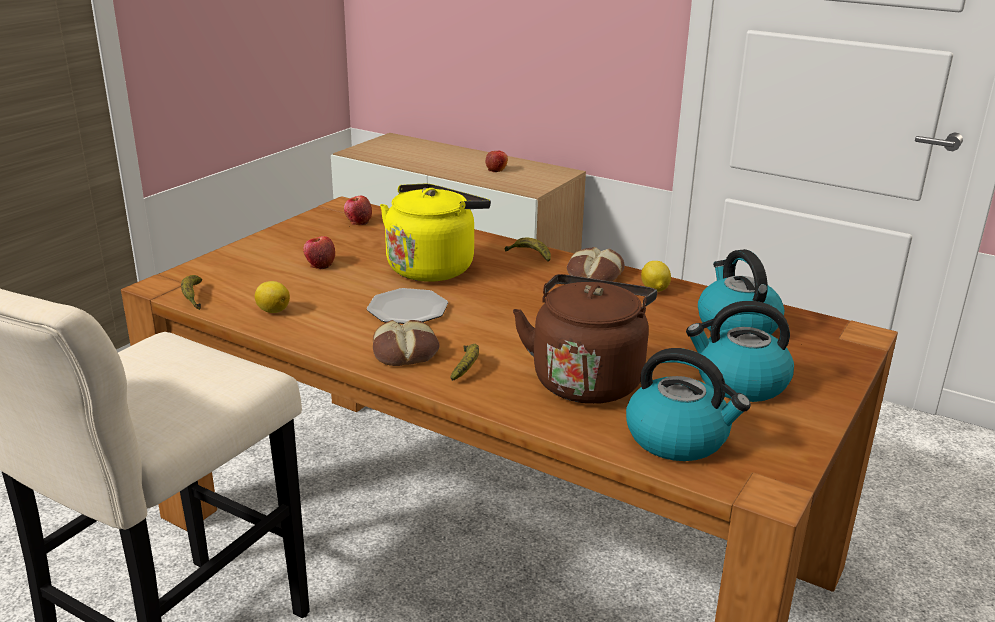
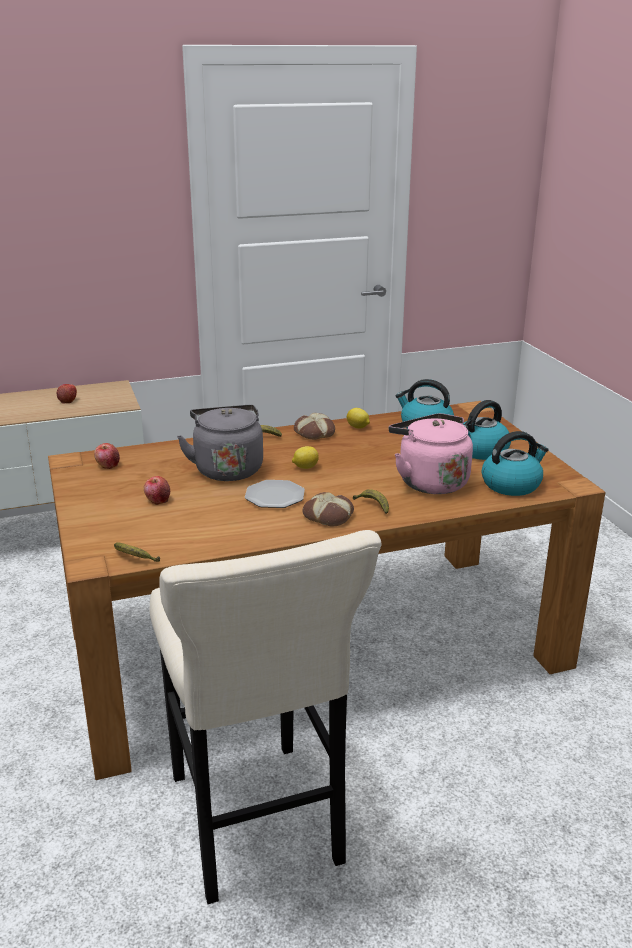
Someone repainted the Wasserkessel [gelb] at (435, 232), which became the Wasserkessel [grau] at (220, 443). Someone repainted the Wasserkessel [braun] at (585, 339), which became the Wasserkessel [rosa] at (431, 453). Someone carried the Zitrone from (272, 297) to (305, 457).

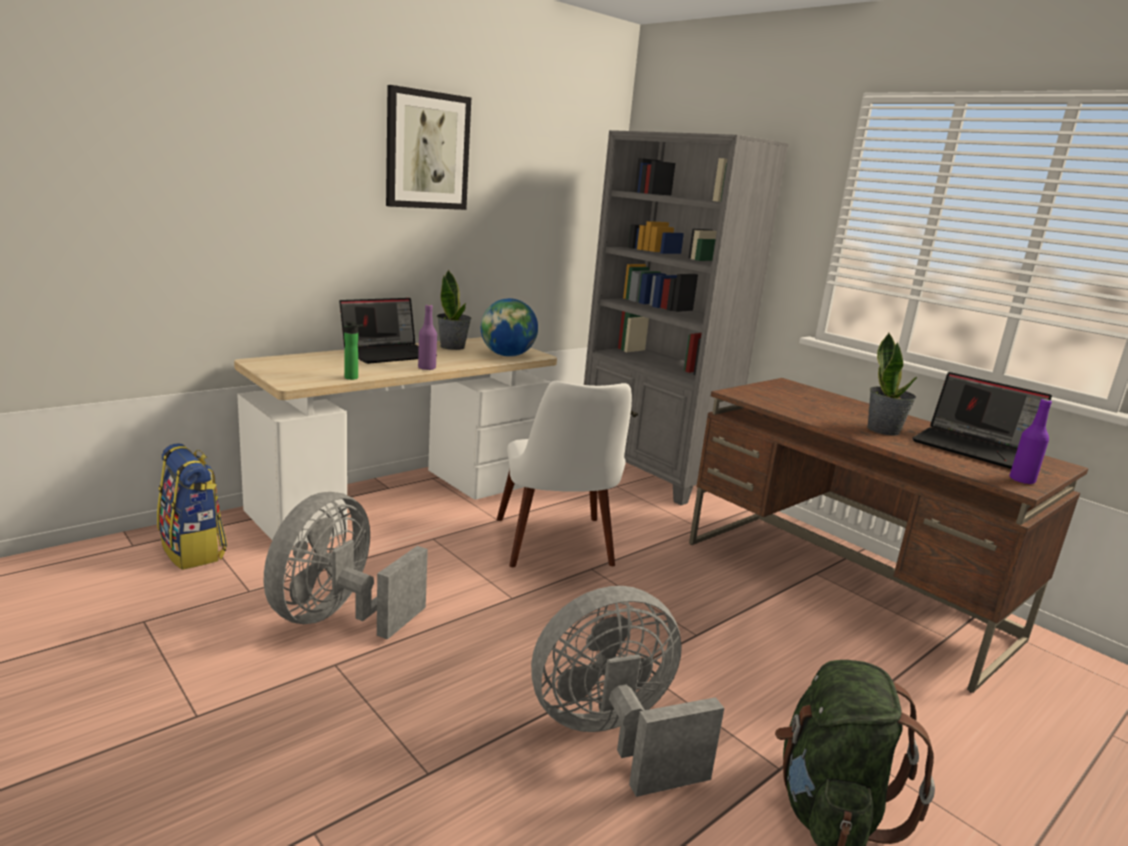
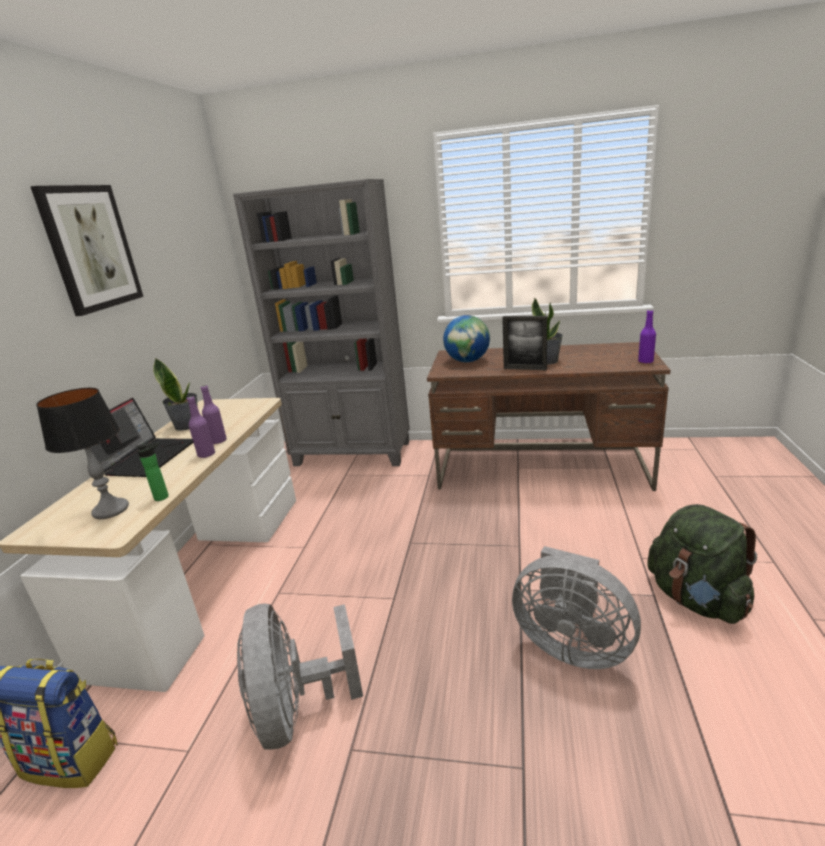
Someone carried the Globus from (509, 327) to (466, 338). Someone took away the Laptop at (982, 420). Someone took away the Stuhl [weiß] at (564, 474). Someone rotated the Ventilator [grau] at (627, 691) by 90 degrees counterclockwise. Someone put down the Bilderrahmen at (524, 343). Someone put down the Flasche [lila] at (214, 414). Someone put down the Tischlampe at (82, 453).

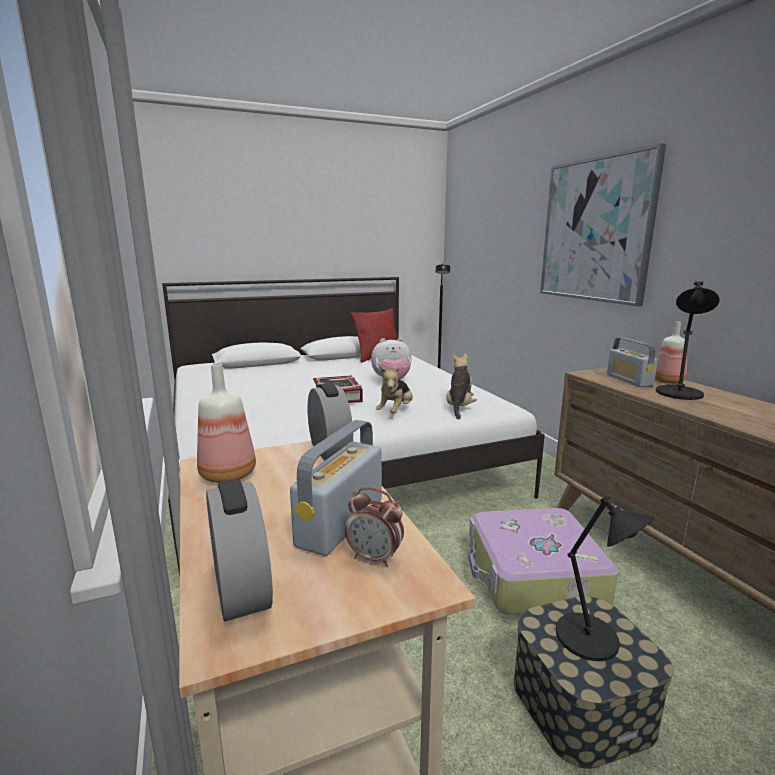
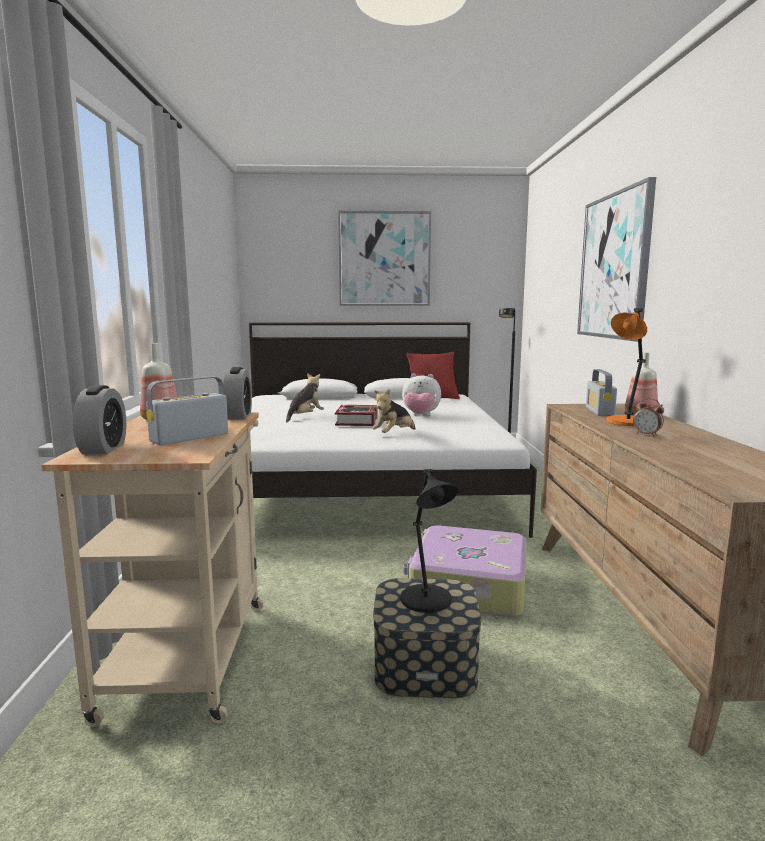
Someone repainted the Tischlampe [schwarz] at (688, 340), which became the Tischlampe [orange] at (626, 367). Someone carried the Plüschtier from (461, 387) to (305, 397). Someone carried the Wecker from (374, 527) to (648, 417). Someone put up the Bild at (384, 258).

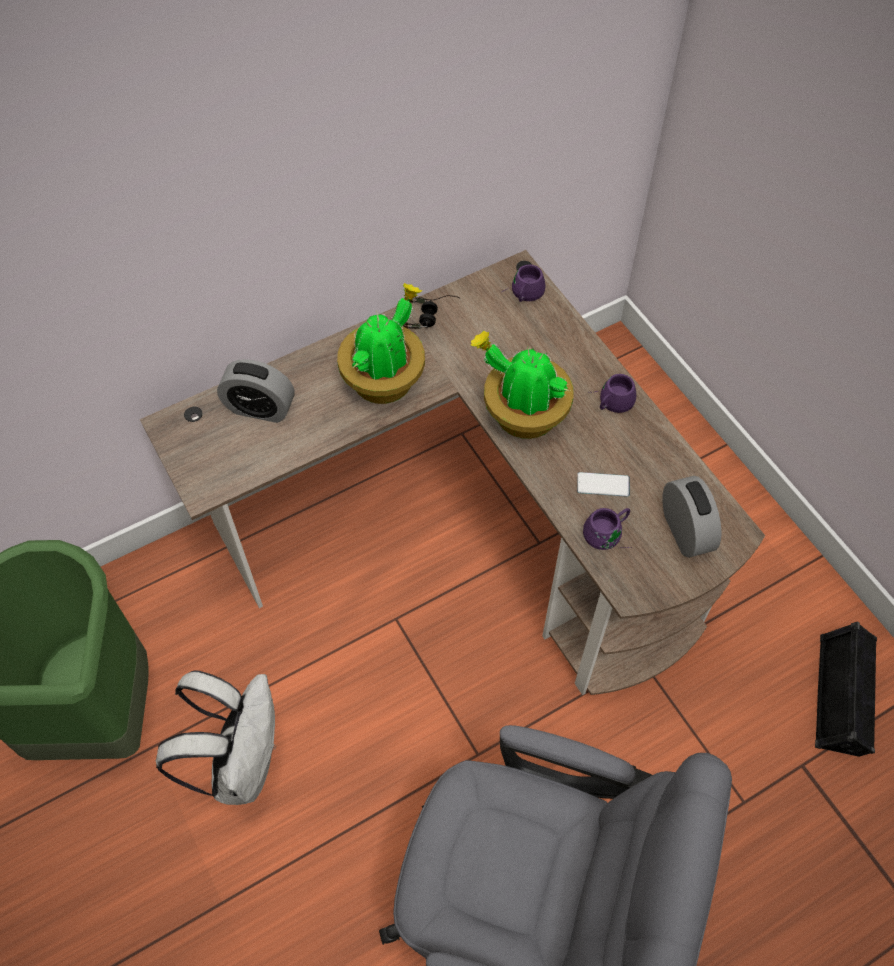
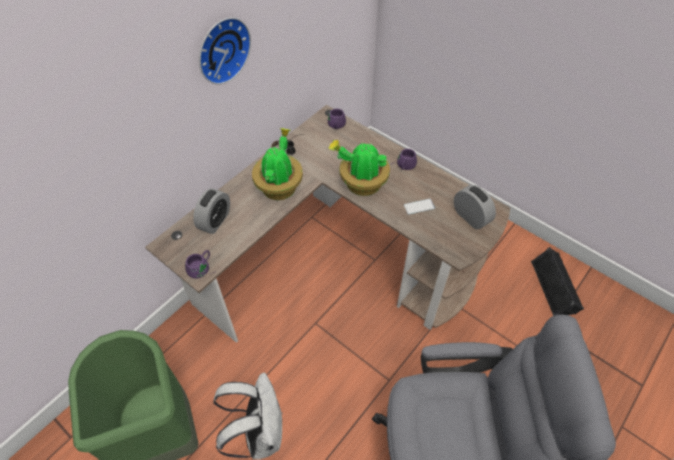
Someone rotated the Wecker at (255, 391) by 60 degrees counterclockwise. Someone carried the Henkelbecher [lila] from (607, 529) to (198, 264). Someone put up the Wanduhr at (225, 51).

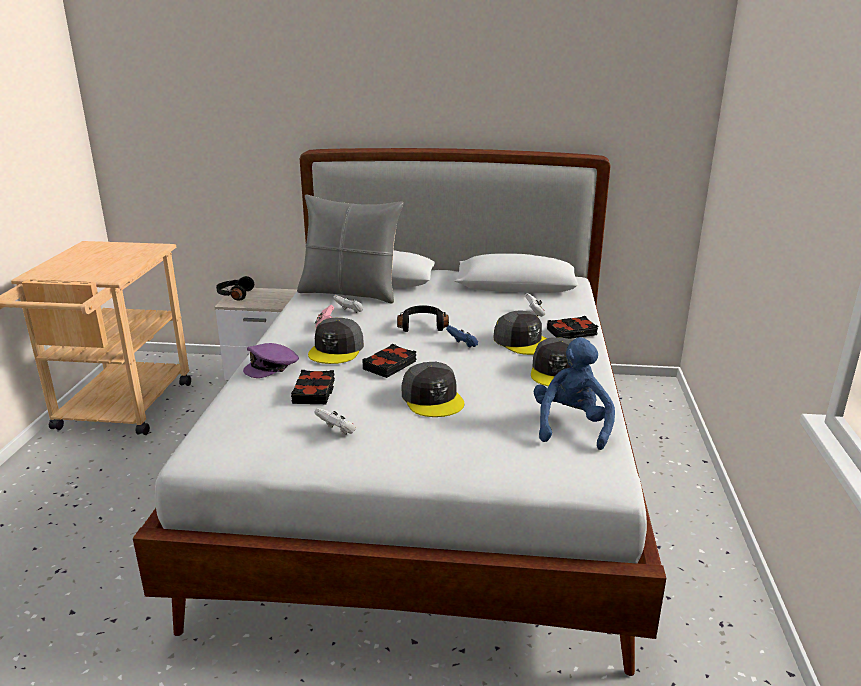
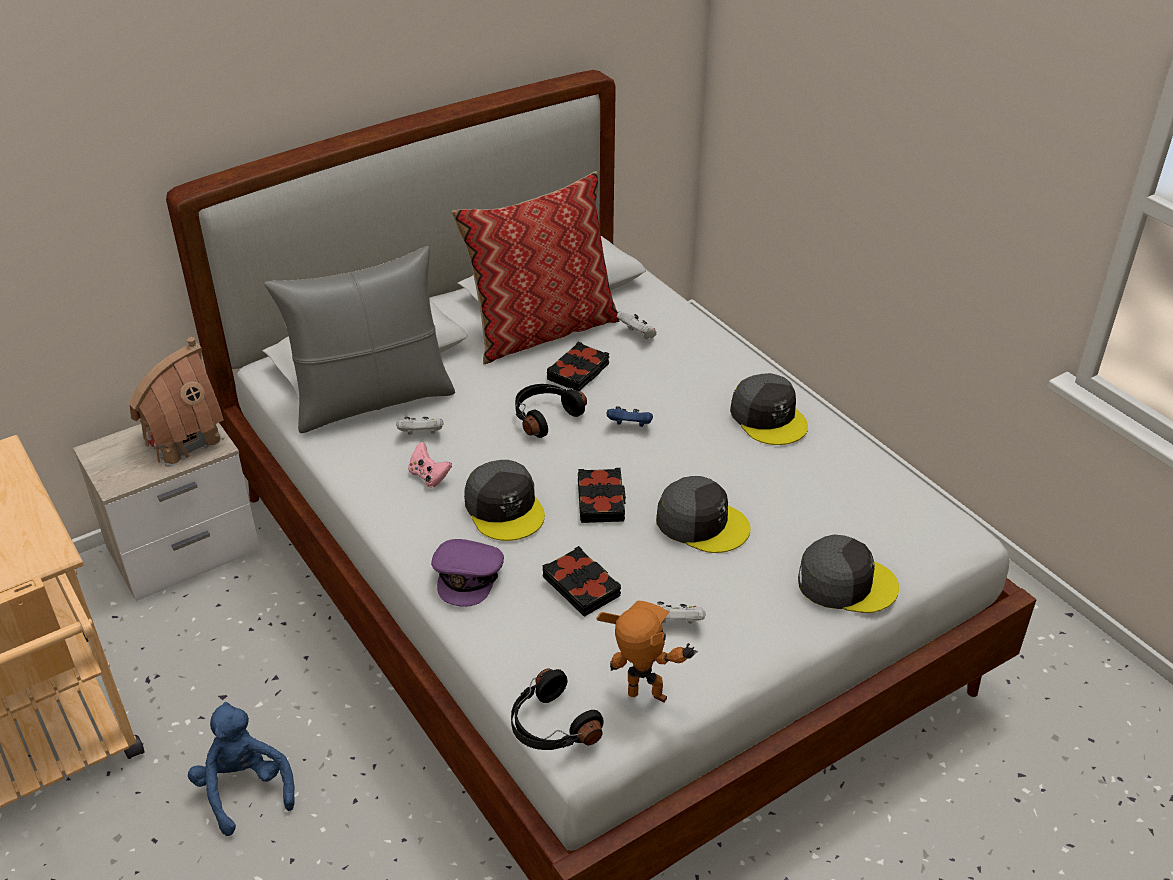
Someone carried the Kopfhörer [schwarz] from (235, 288) to (557, 709). Someone carried the Kappe [grau] from (520, 332) to (848, 574). Someone carried the Buch [schwarz] from (572, 327) to (578, 366). Someone carried the Plüschtier [blau] from (574, 393) to (241, 769). Someone put down the Kissen at (536, 267). Someone put down the Spielzeughaus at (176, 402). Someone put down the Spielzeugroboter at (647, 651).

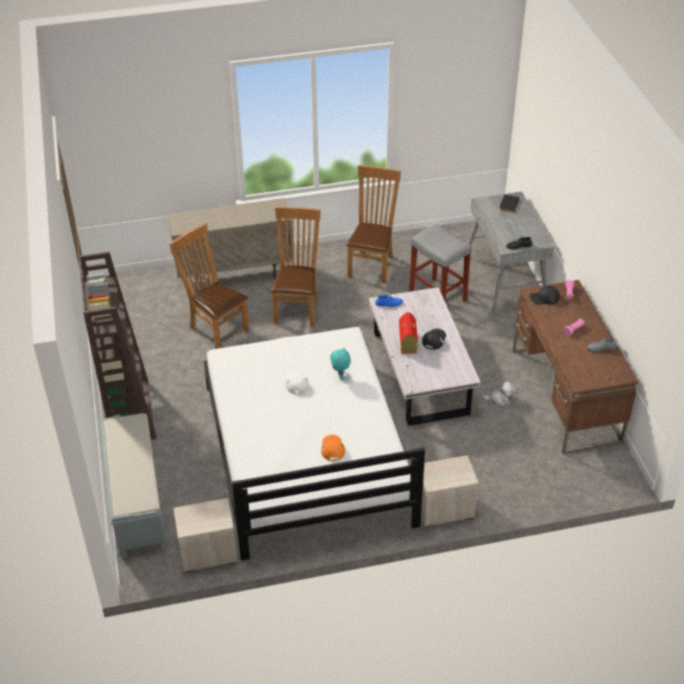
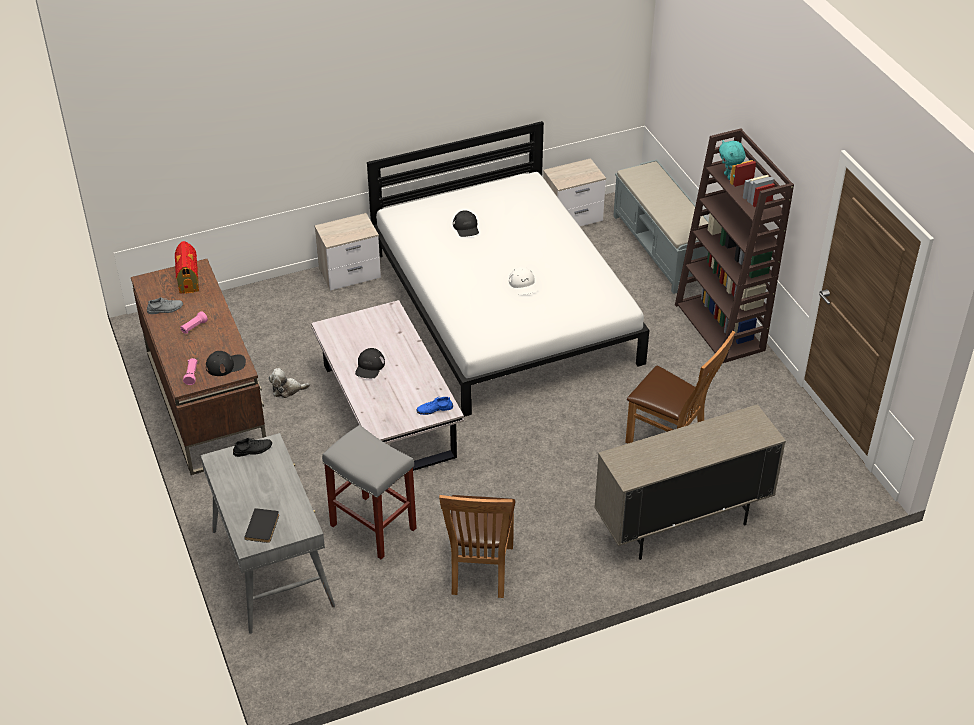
Someone took away the Stuhl [braun] at (296, 267). Someone carried the Spielzeughaus from (408, 333) to (187, 267). Someone carried the Plüschtier [türkis] from (341, 364) to (732, 160). Someone repainted the Kappe [orange] at (333, 448), which became the Kappe [schwarz] at (466, 223).

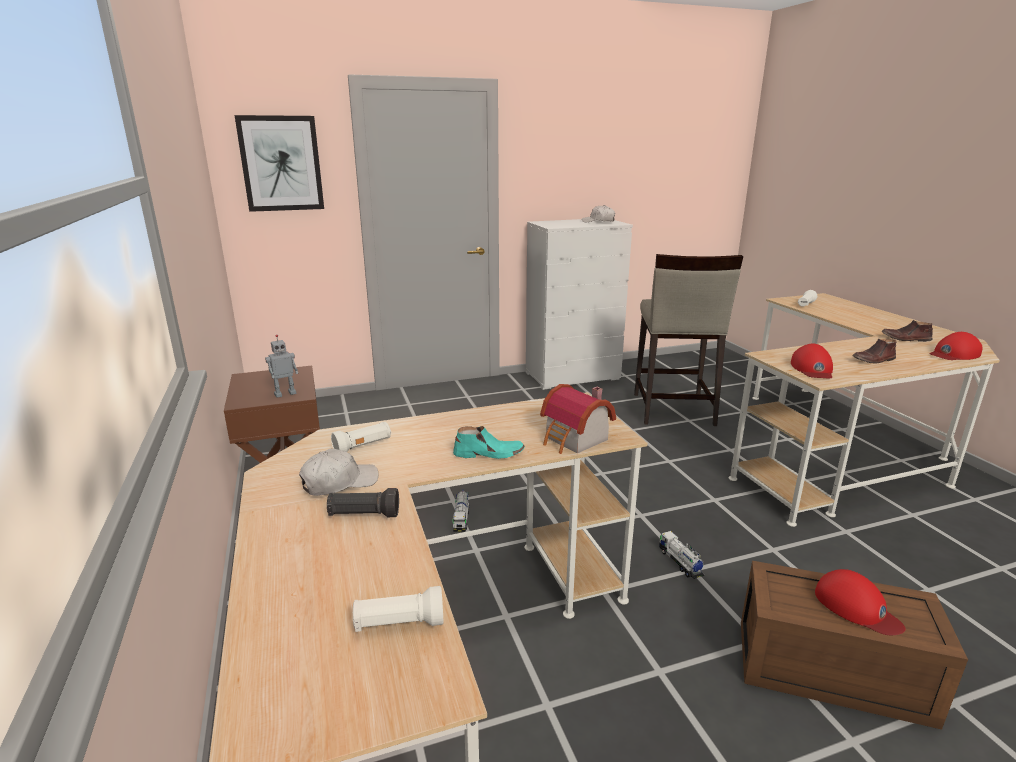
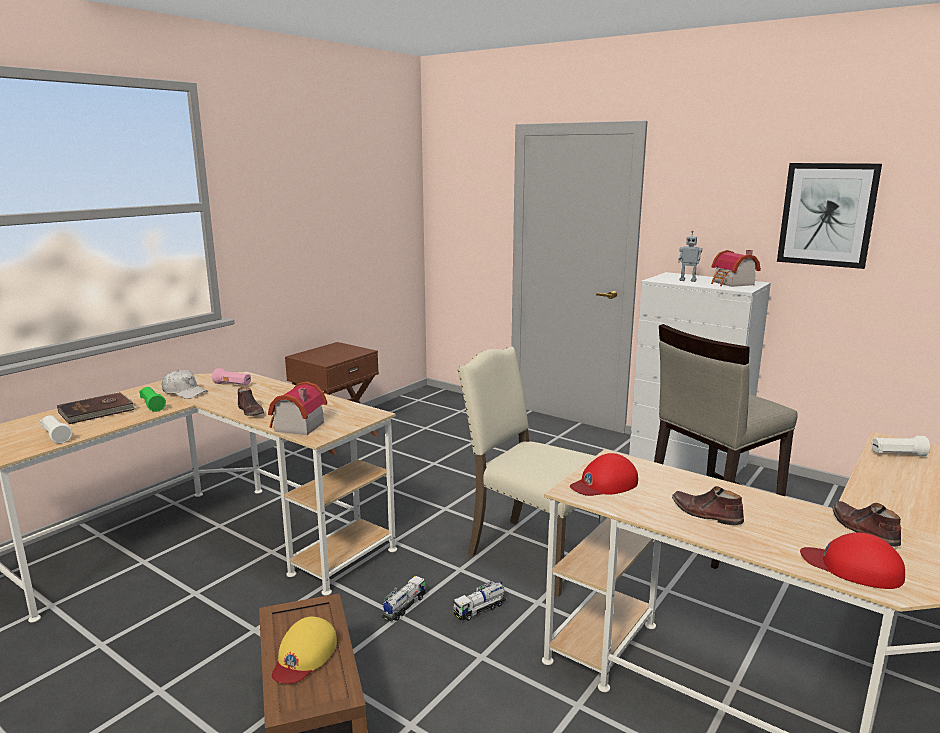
Someone carried the Bild from (279, 163) to (829, 216). Someone swapped the Kappe [weiß] at (598, 213) for the Spielzeughaus at (736, 268). Someone carried the Spielzeugroboter from (281, 366) to (690, 256). Someone repainted the Taschenlampe [weiß] at (361, 437), which became the Taschenlampe [rosa] at (231, 376). Someone repainted the Schuh [türkis] at (489, 442), which became the Schuh [braun] at (251, 401). Someone repainted the Taschenlampe [schwarz] at (363, 502), which became the Taschenlampe [grün] at (152, 399). Someone carried the Spielzeuglaster from (460, 511) to (479, 601). Someone repainted the Kappe [rot] at (860, 602), which became the Kappe [gelb] at (304, 650). Someone put down the Stuhl [beige] at (528, 472). Someone put down the Buch [braun] at (96, 408).

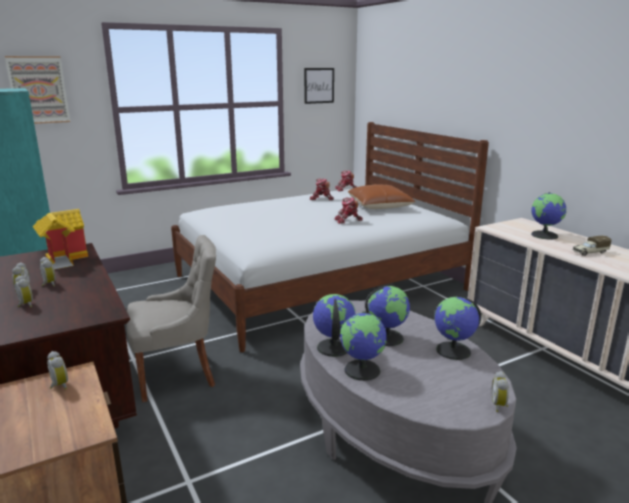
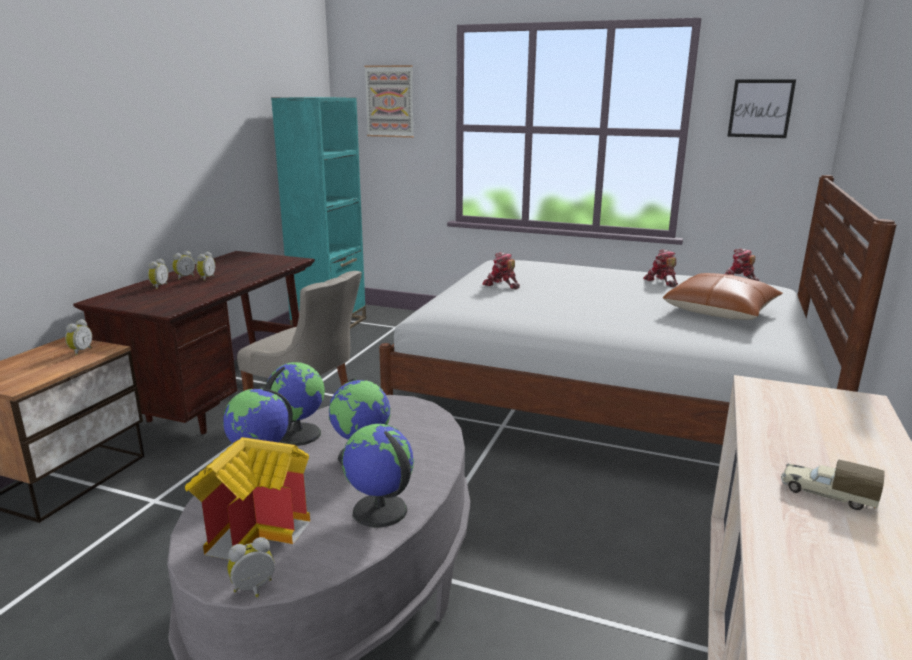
Someone took away the Globus at (549, 215). Someone carried the Spielzeugroboter from (348, 210) to (501, 270). Someone carried the Spielzeughaus from (60, 239) to (247, 498).

